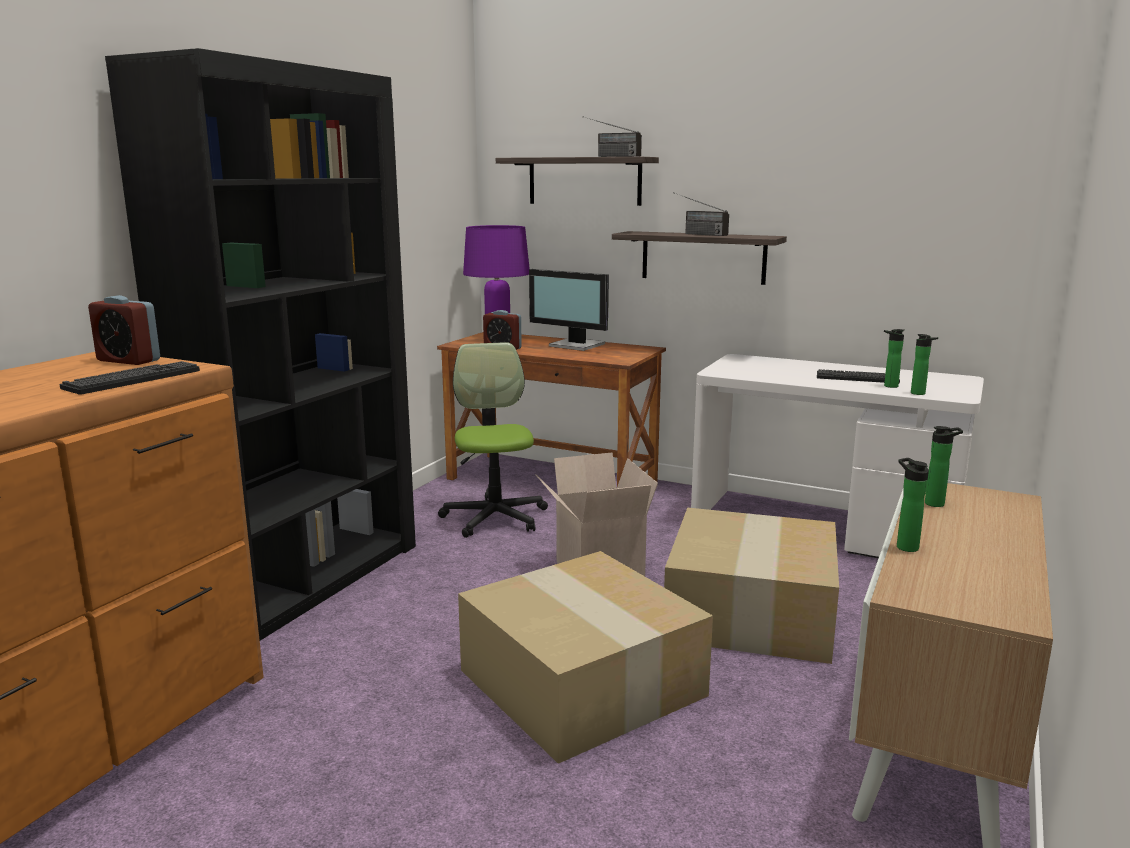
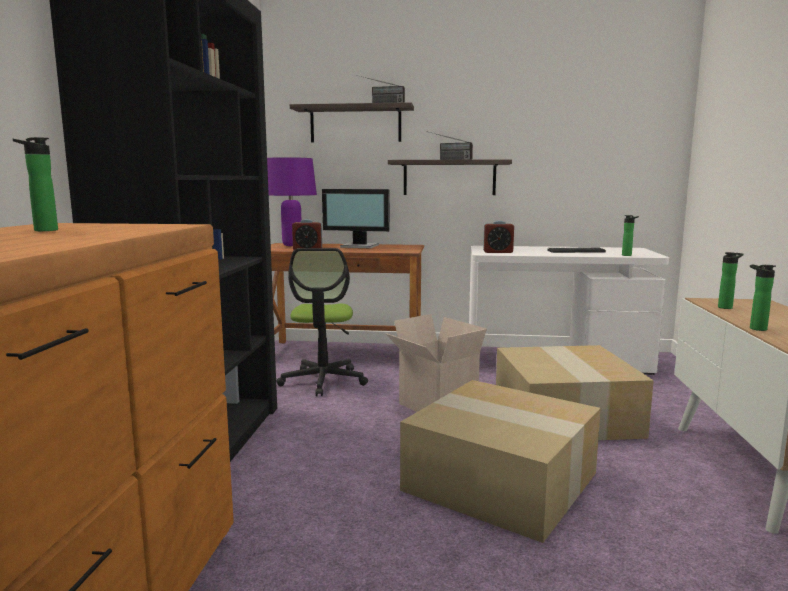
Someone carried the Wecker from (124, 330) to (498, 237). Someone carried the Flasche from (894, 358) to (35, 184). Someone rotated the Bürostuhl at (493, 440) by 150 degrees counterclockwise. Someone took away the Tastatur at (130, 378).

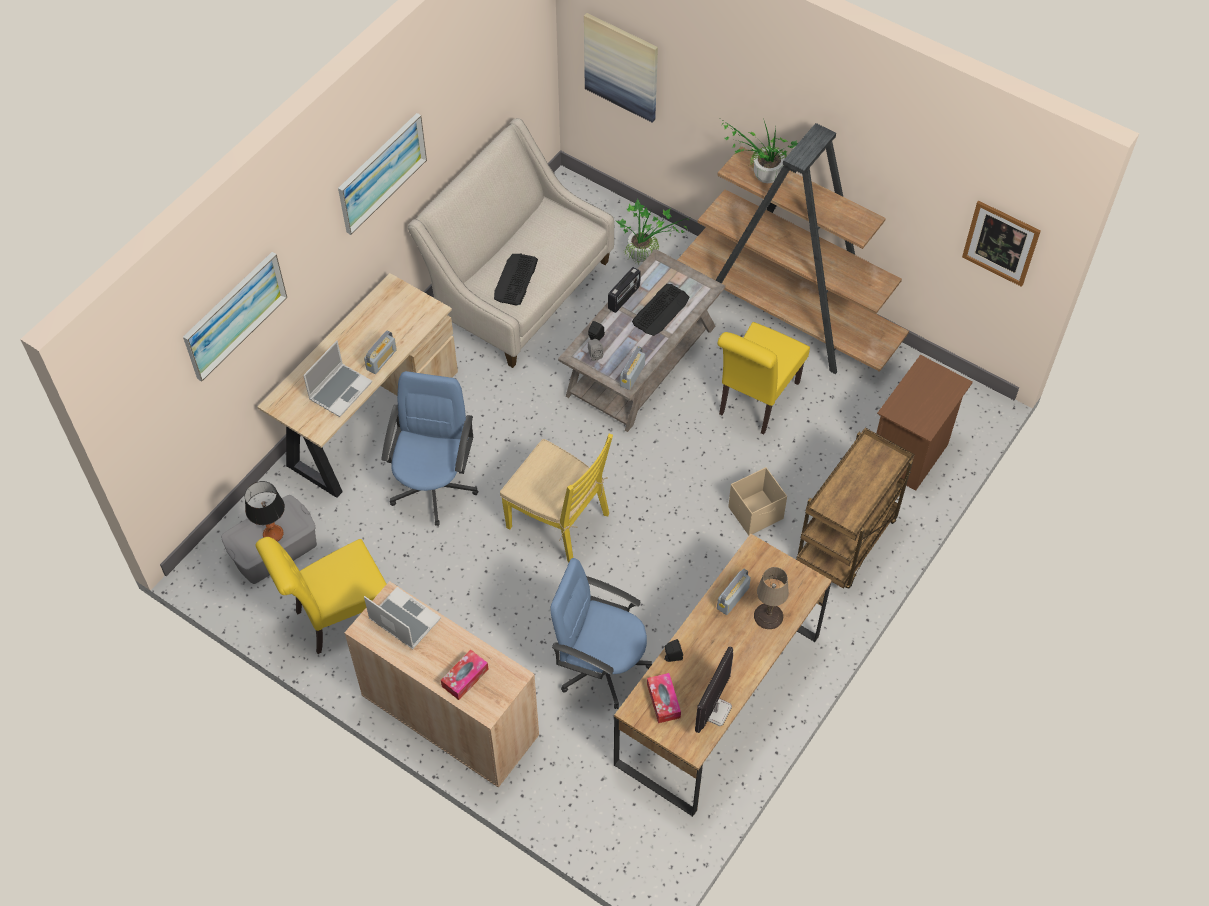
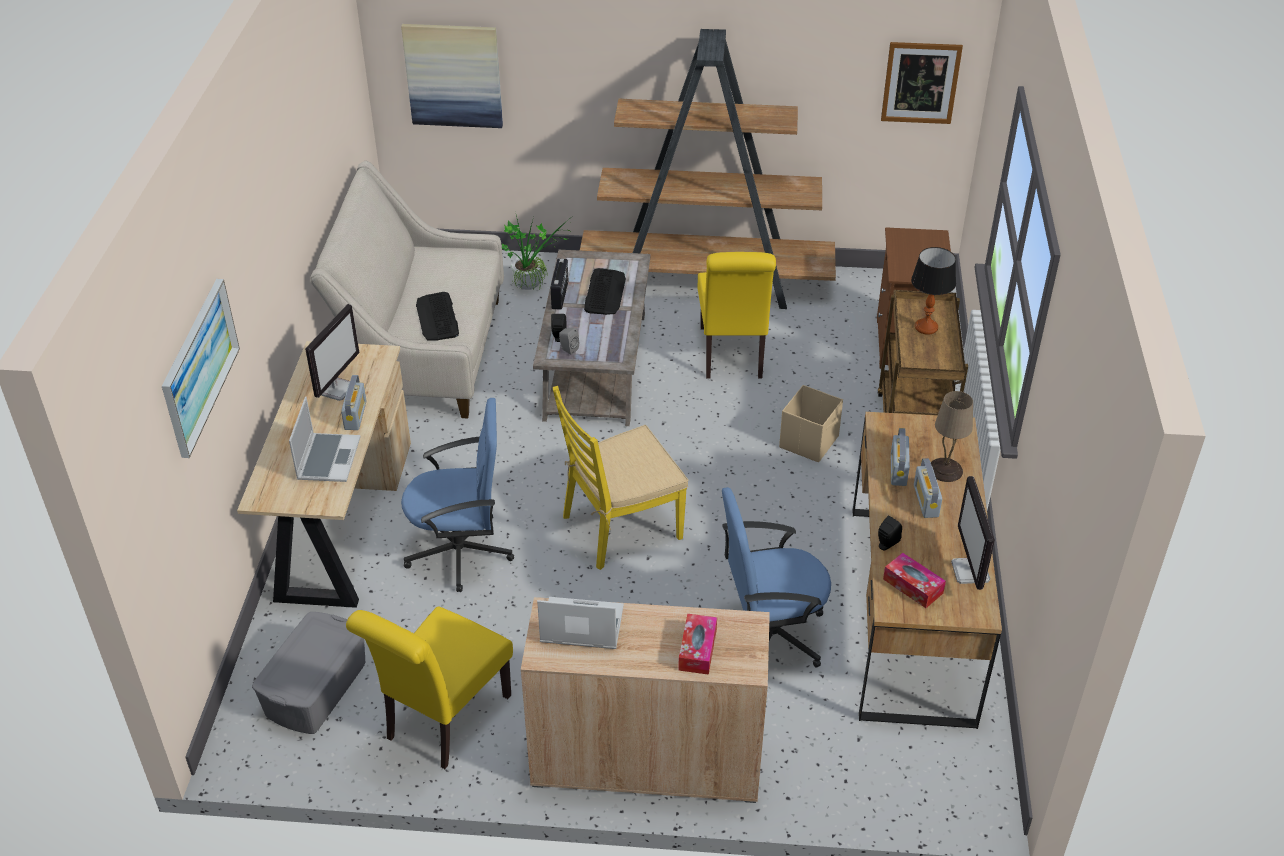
Someone took away the Bild at (382, 174). Someone took away the Topfpflanze at (759, 151). Someone carried the Radio from (632, 368) to (928, 488). Someone rotated the Bürostuhl [blau] at (429, 448) by 105 degrees clockwise. Someone rotated the Stuhl [gelb] at (556, 498) by 150 degrees clockwise. Someone carried the Tischlampe from (265, 511) to (933, 291). Someone put down the Monitor at (332, 352).

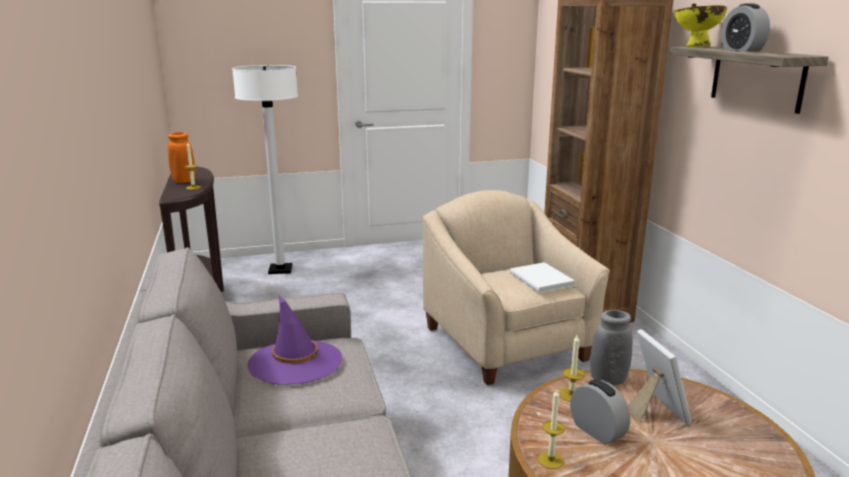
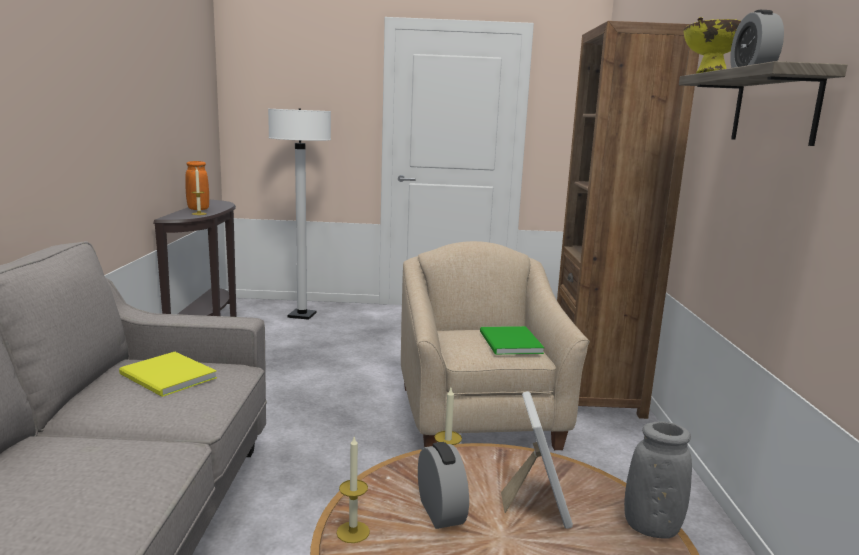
Someone repainted the Buch [weiß] at (542, 277), which became the Buch [grün] at (512, 340). Someone swapped the Hut [lila] at (295, 339) for the Buch [gelb] at (168, 374). Someone carried the Vase [grau] from (611, 347) to (658, 480).

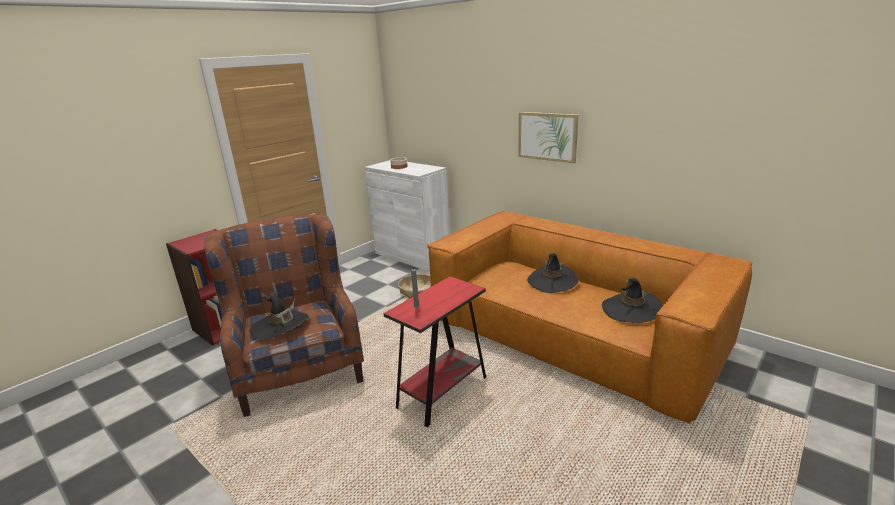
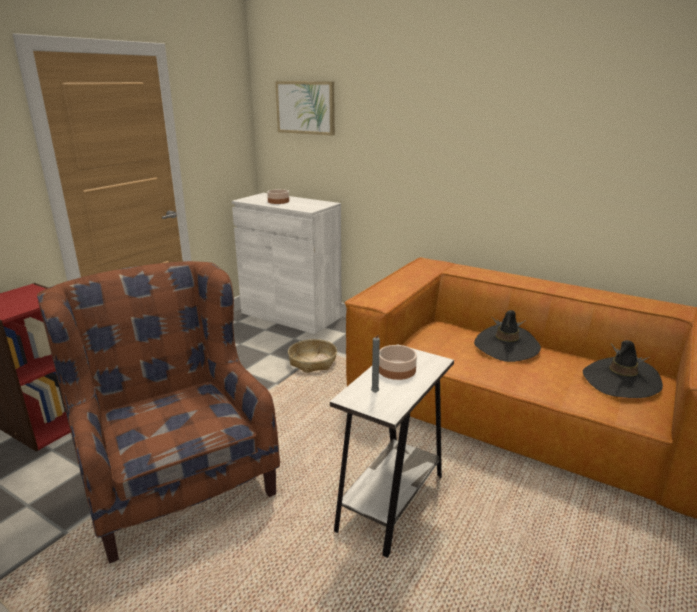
Someone carried the Bild from (549, 137) to (305, 108). Someone repainted the Beistelltisch [rot] at (434, 351), which became the Beistelltisch [weiß] at (392, 451). Someone took away the Hut [schwarz] at (279, 315). Someone put down the Schüssel at (398, 362).

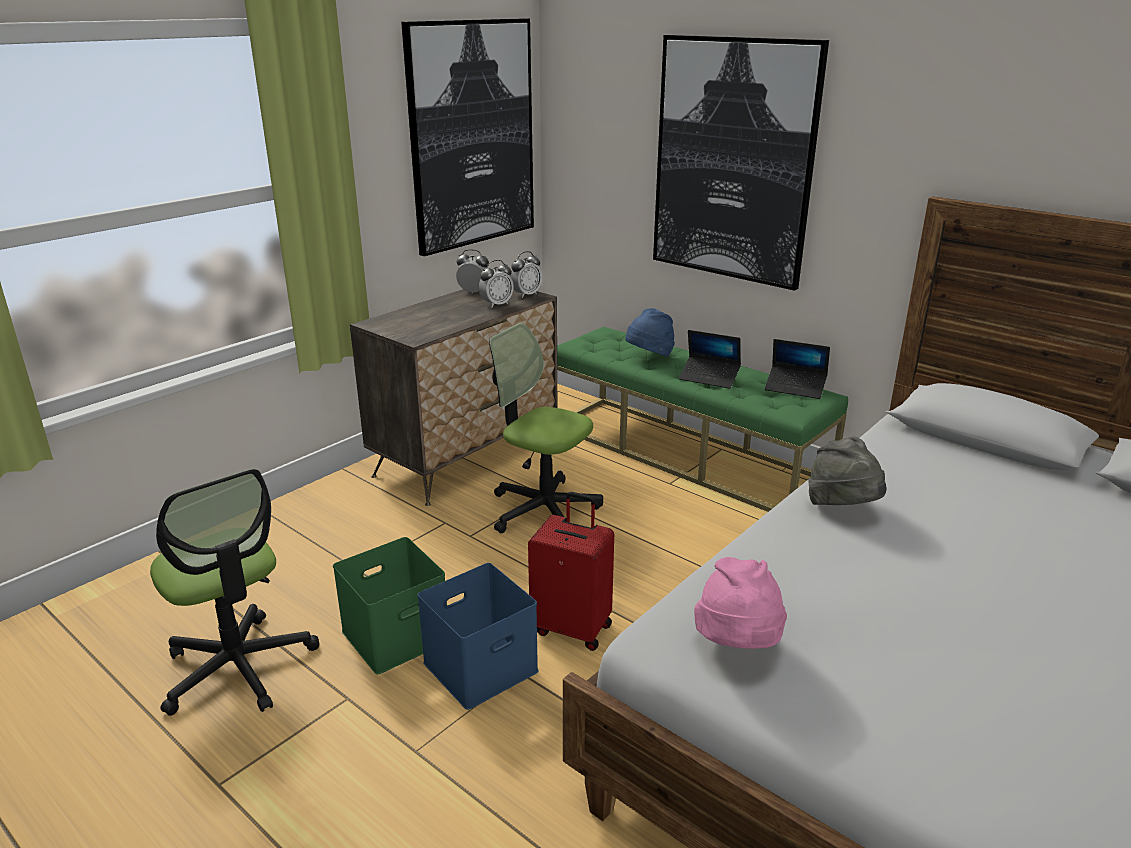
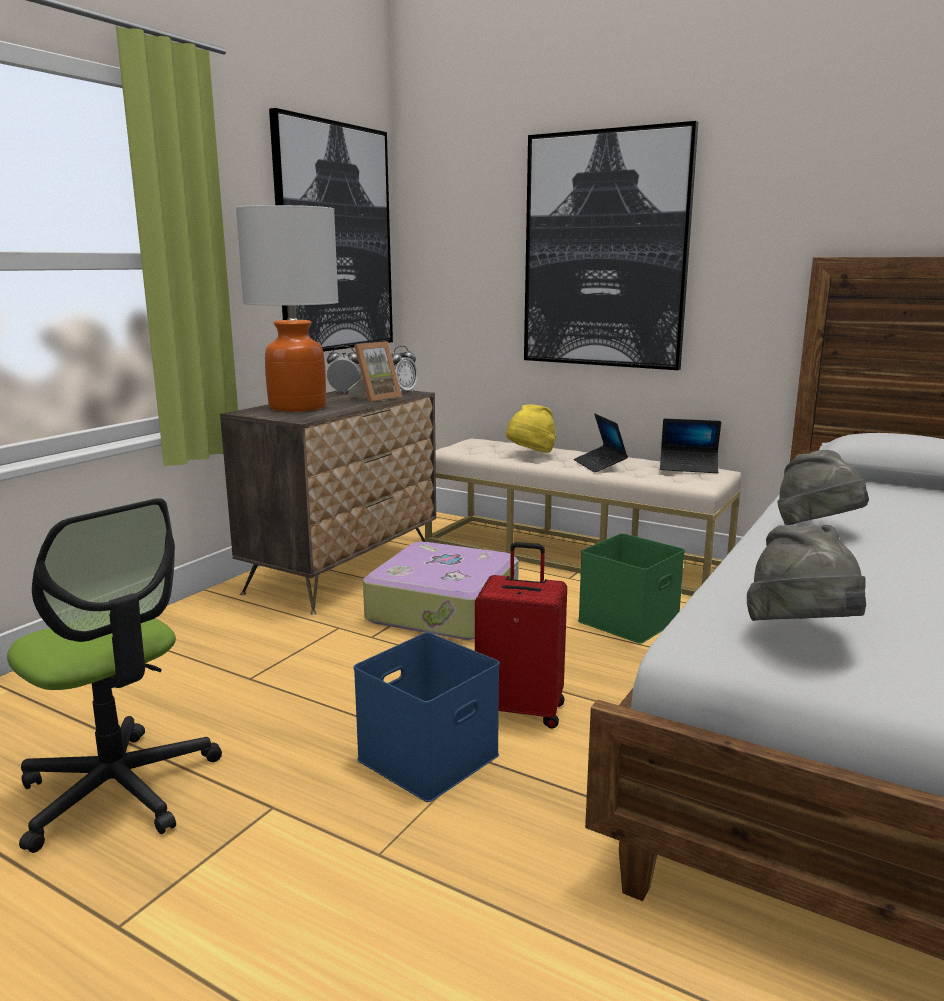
Someone swapped the Wecker at (496, 284) for the Bilderrahmen at (375, 371). Someone repainted the Hut [blau] at (650, 332), which became the Hut [gelb] at (531, 428). Someone swapped the Bürostuhl at (546, 428) for the Koffer at (441, 590). Someone repainted the Bank [grün] at (702, 419), which became the Bank [beige] at (583, 517). Someone rotated the Laptop at (710, 359) by 60 degrees clockwise. Someone carried the Aufbewahrungsbox [grün] from (390, 605) to (631, 588). Someone repainted the Hut [rosa] at (740, 603), which became the Hut [grau] at (806, 573). Someone put down the Tischlampe at (287, 308).

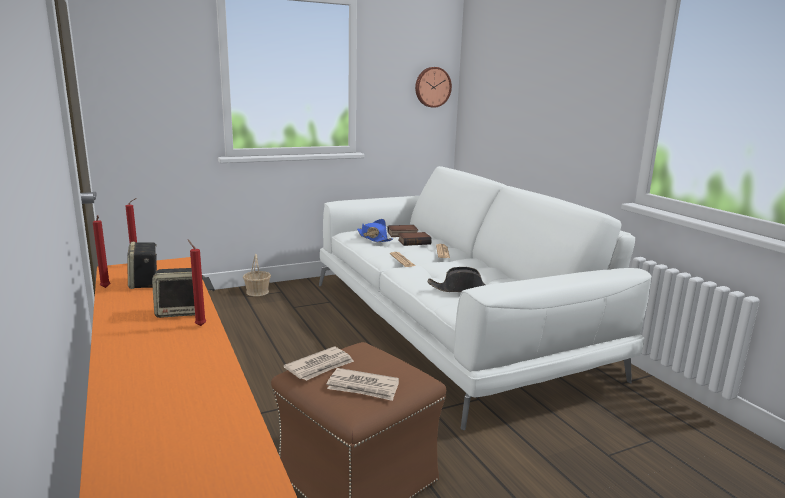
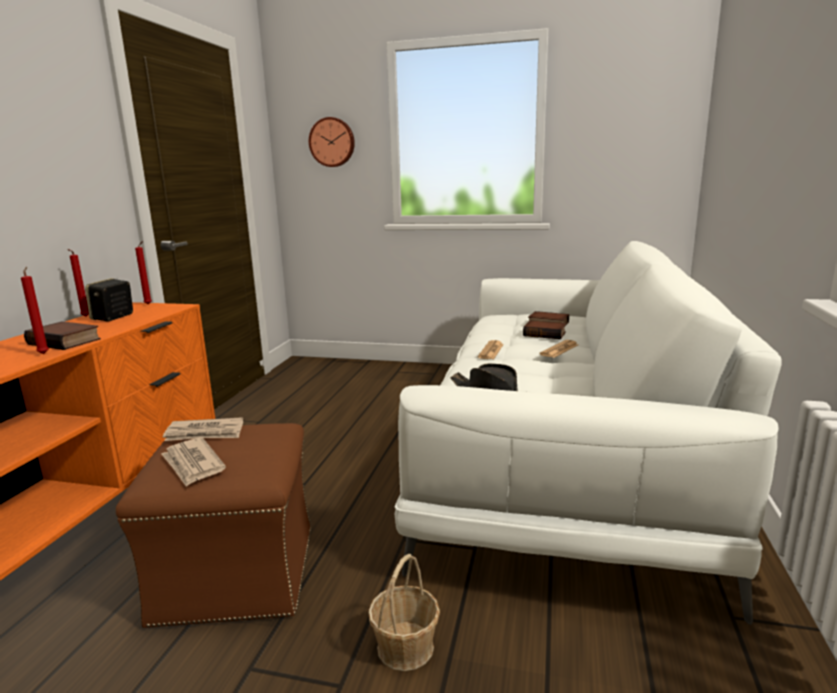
Someone carried the Wanduhr from (433, 87) to (332, 142). Someone took away the Hut [blau] at (375, 230). Someone carried the Korb from (257, 275) to (404, 612). Someone swapped the Lautsprecher at (178, 293) for the Buch at (62, 335).

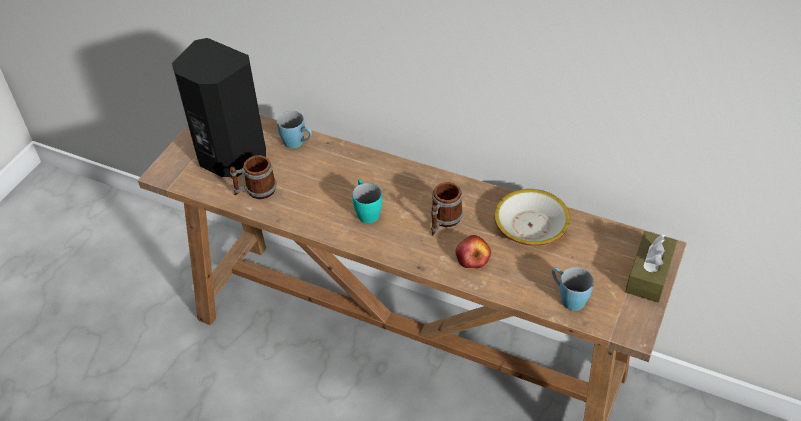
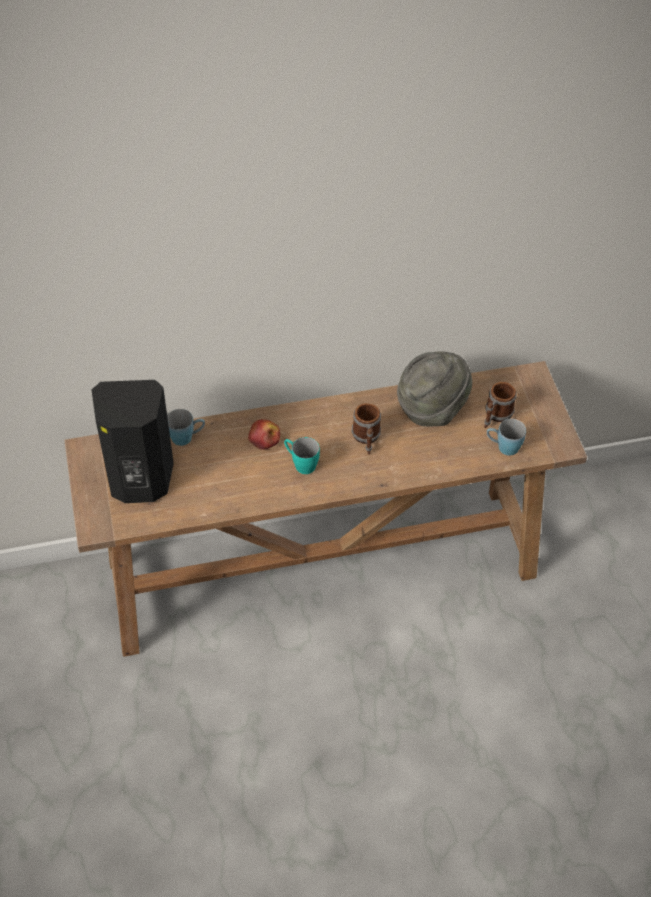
Someone carried the Henkelbecher from (253, 177) to (500, 405). Someone swapped the Schüssel at (532, 217) for the Hut [grau] at (434, 389). Someone took away the Taschentuchbox [braun] at (651, 266). Someone carried the Apfel from (473, 252) to (264, 434).

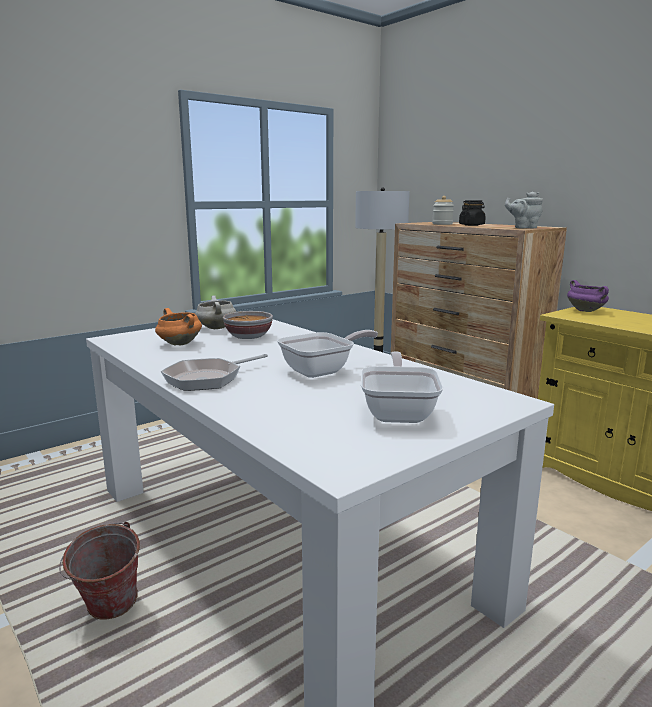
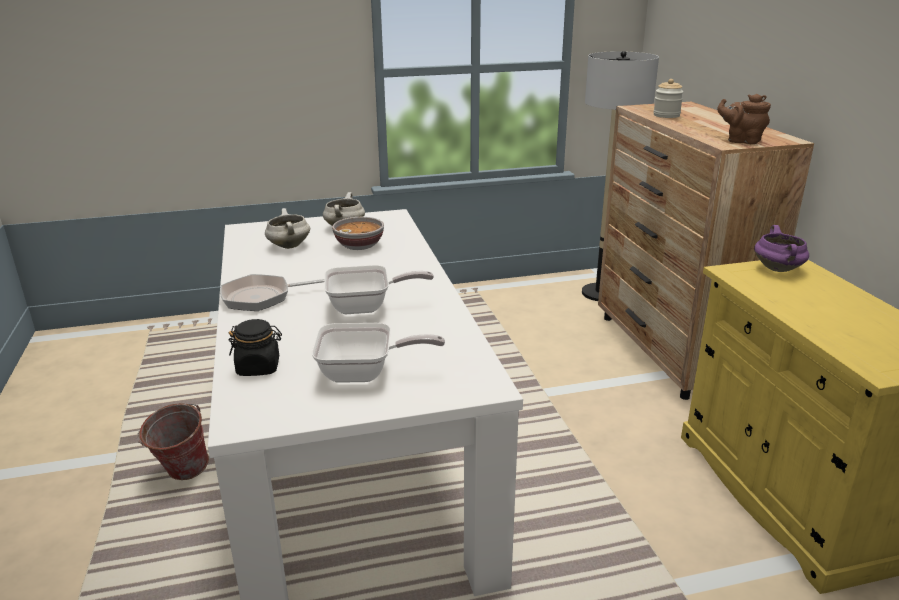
Someone repainted the Teekanne [grau] at (524, 209), which became the Teekanne [braun] at (744, 119). Someone carried the Vorratsglas [schwarz] from (472, 213) to (255, 347). Someone repainted the Kochtopf [orange] at (178, 326), which became the Kochtopf [weiß] at (287, 228). Someone rotated the Pfanne at (402, 387) by 60 degrees clockwise.

